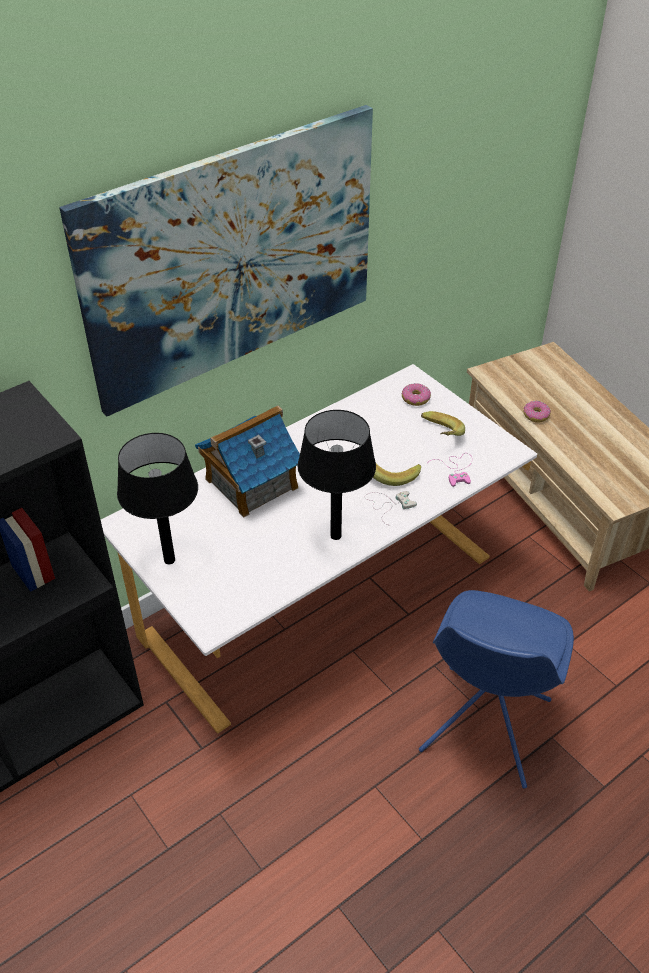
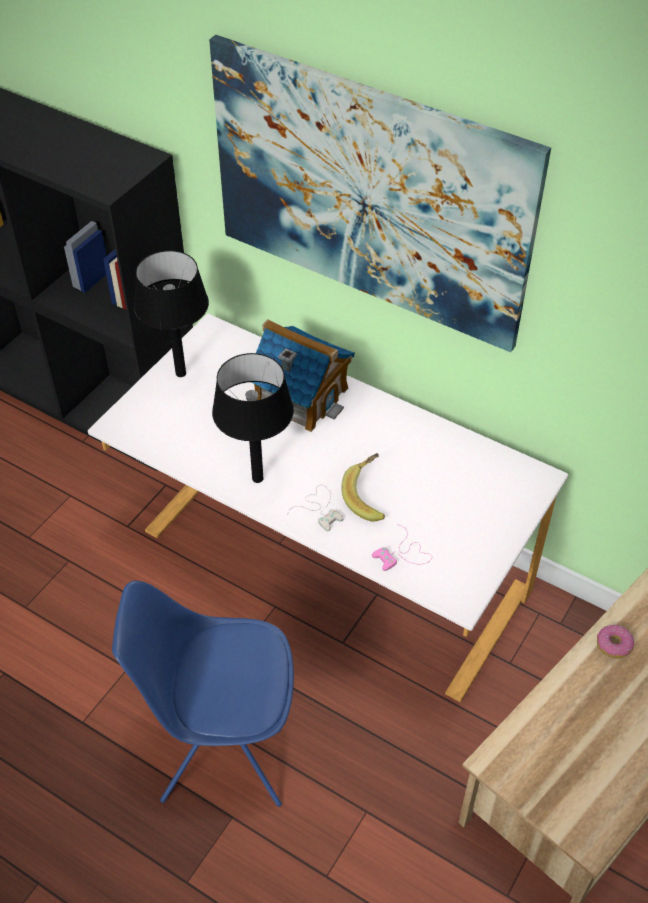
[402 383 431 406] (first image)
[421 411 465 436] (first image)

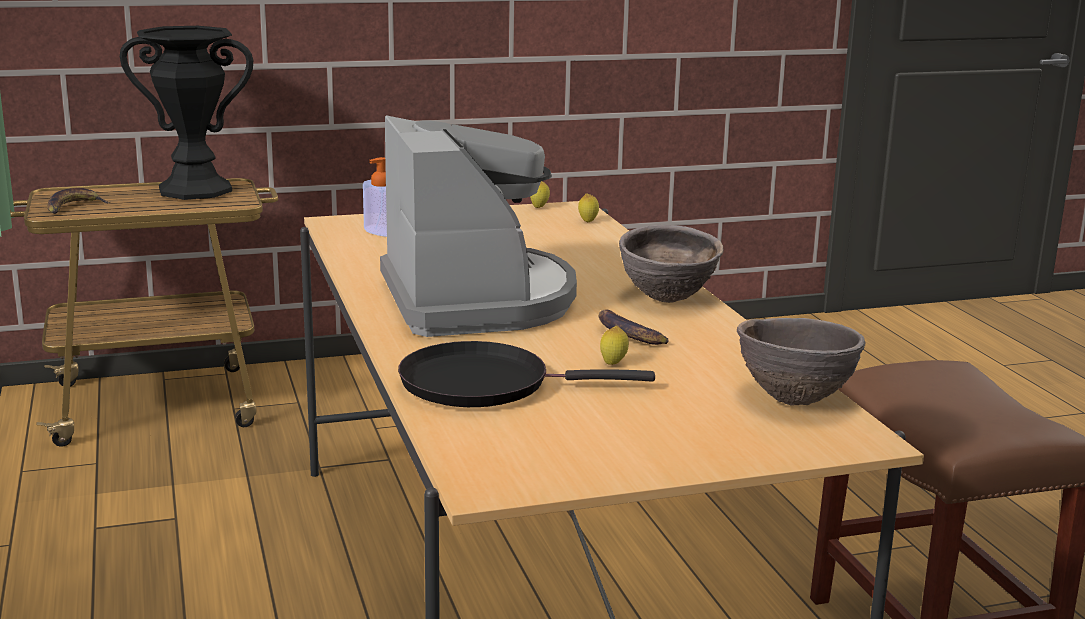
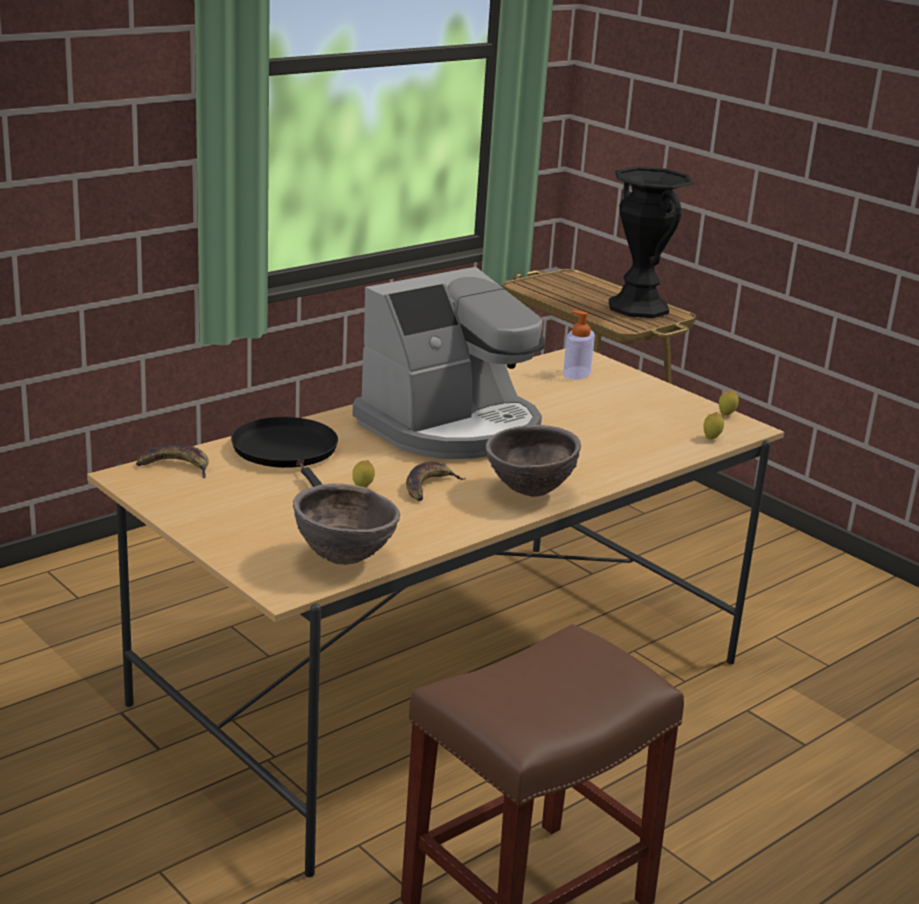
[136 444 209 478]

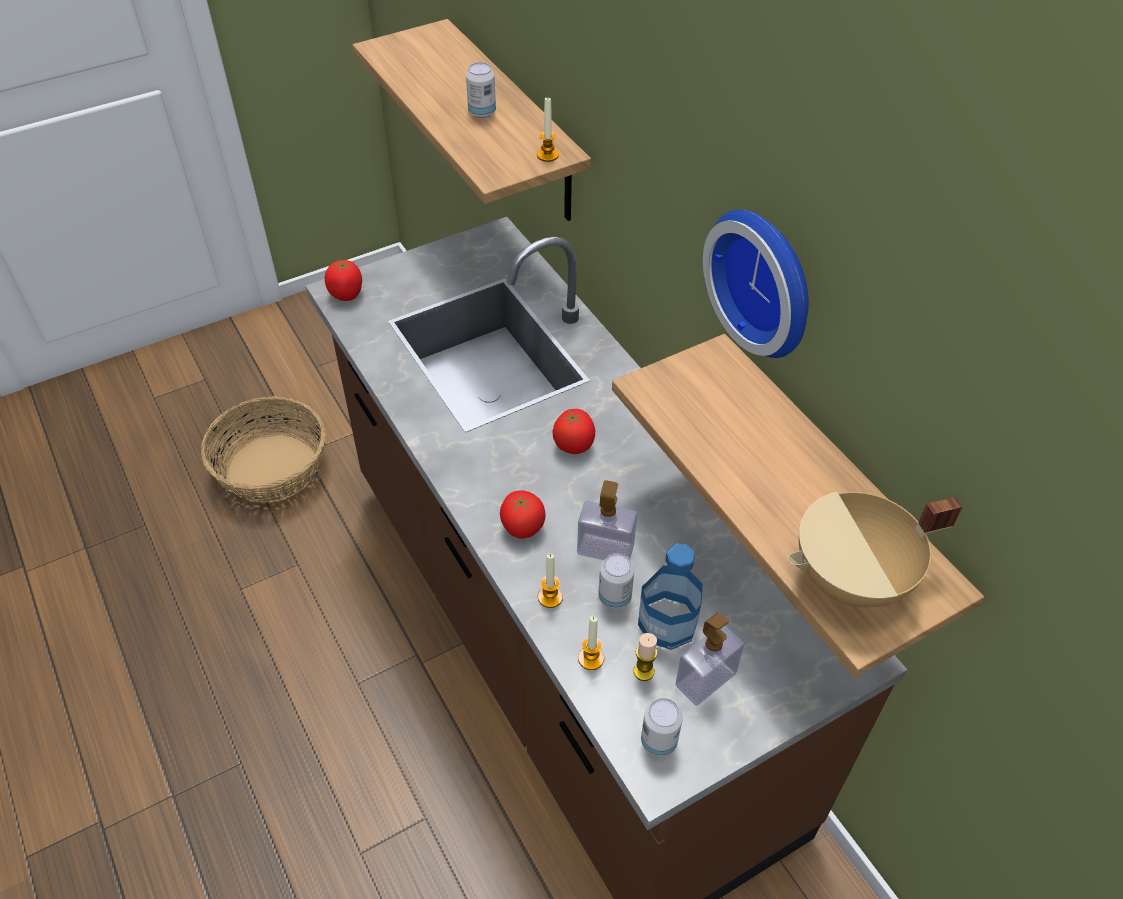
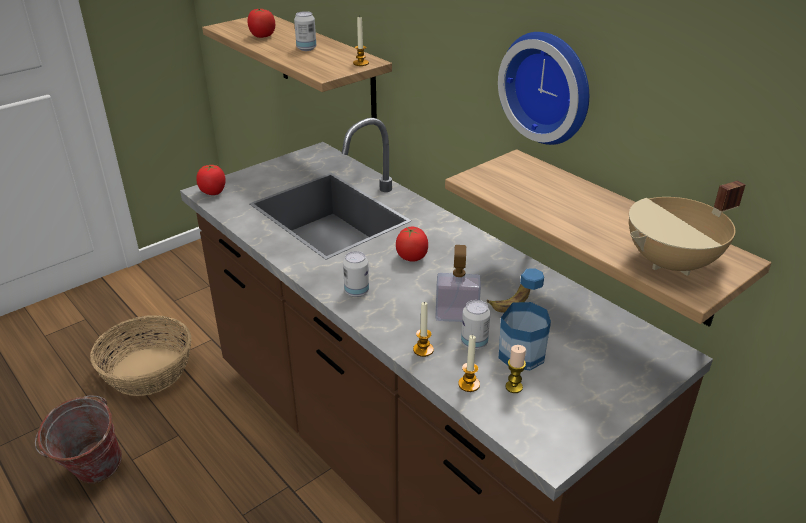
[247 9 275 38]
[676 613 744 706] (first image)
[343 251 369 297]
[487 284 530 313]
[35 395 122 484]

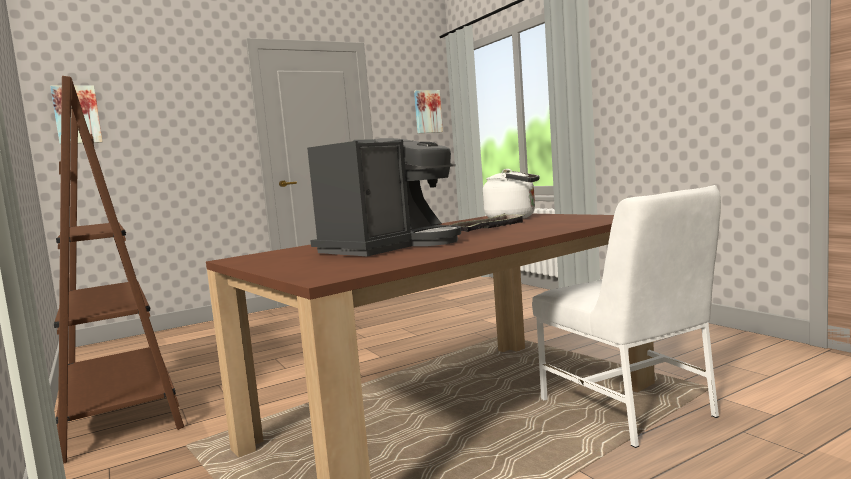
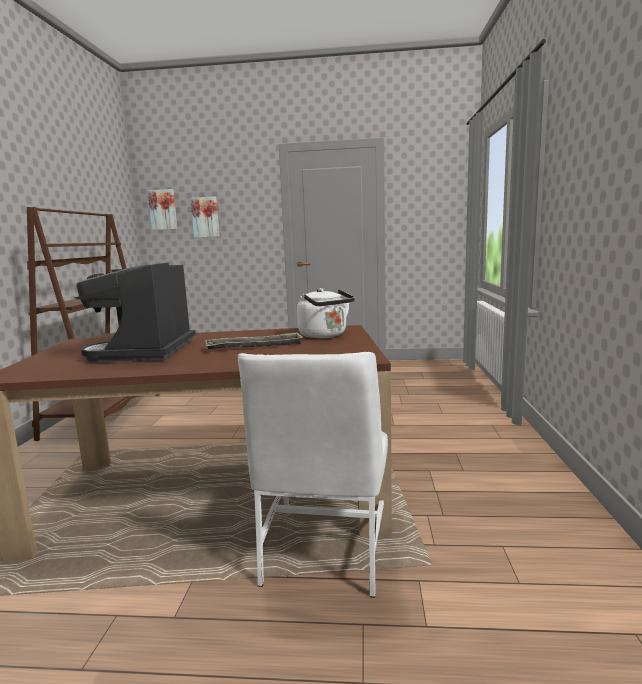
[190 197 220 238]
[74 262 196 362]

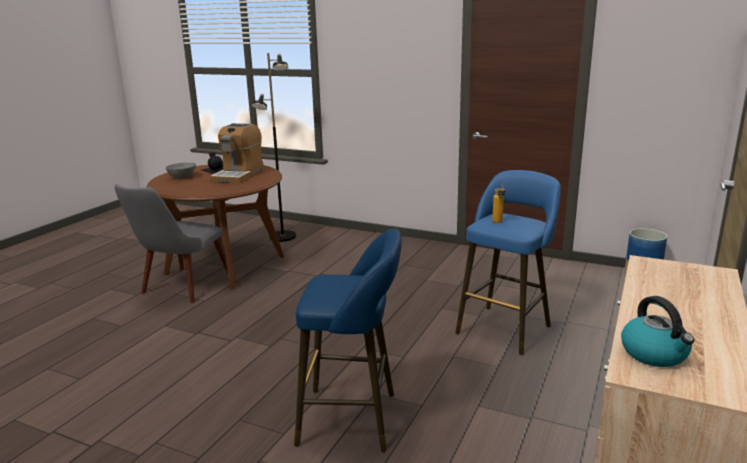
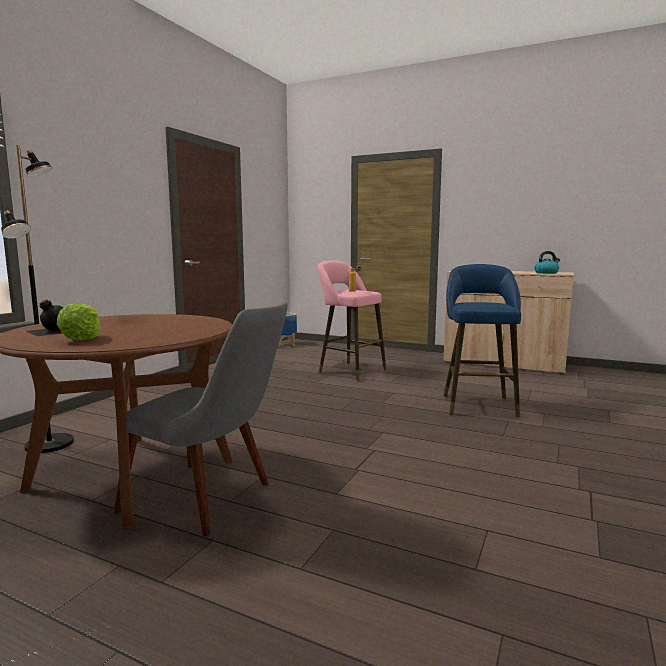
[210 123 264 184] (first image)
[57 303 101 340]
[318 260 387 381]

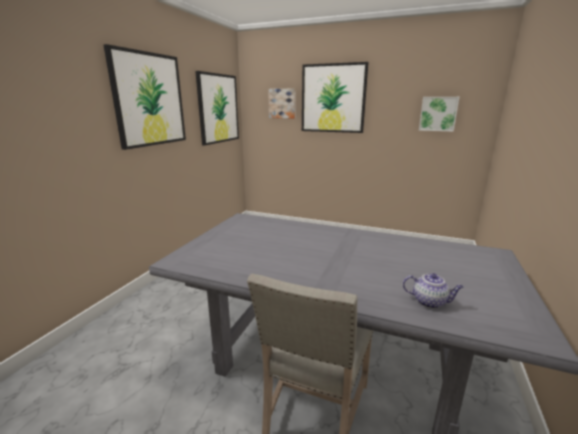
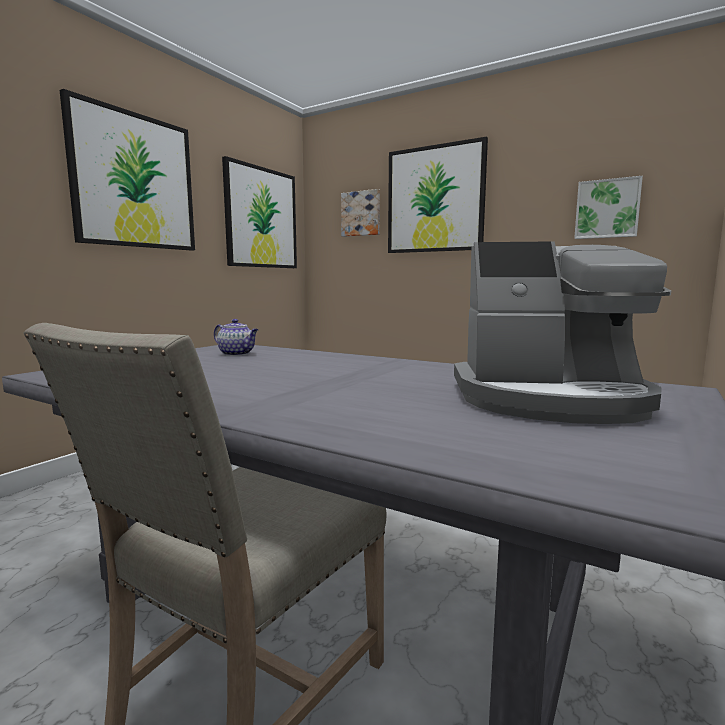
[214 319 258 356]
[454 241 672 424]

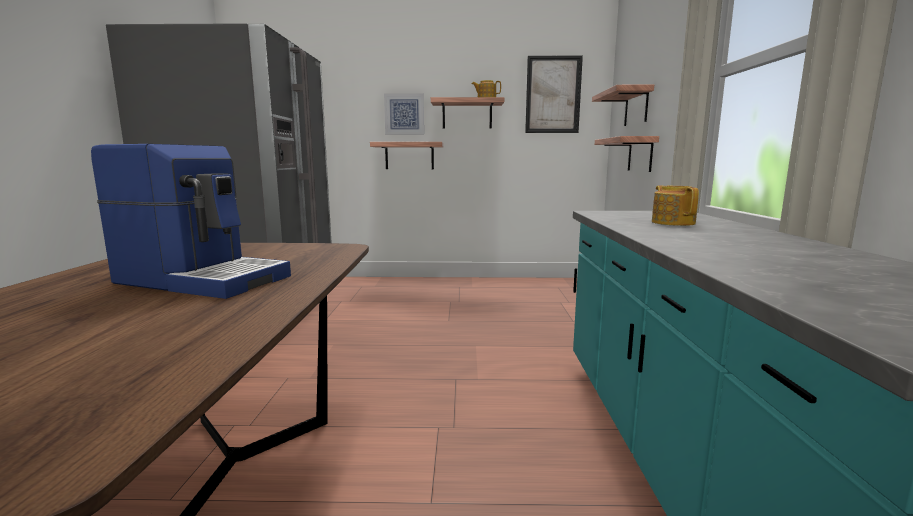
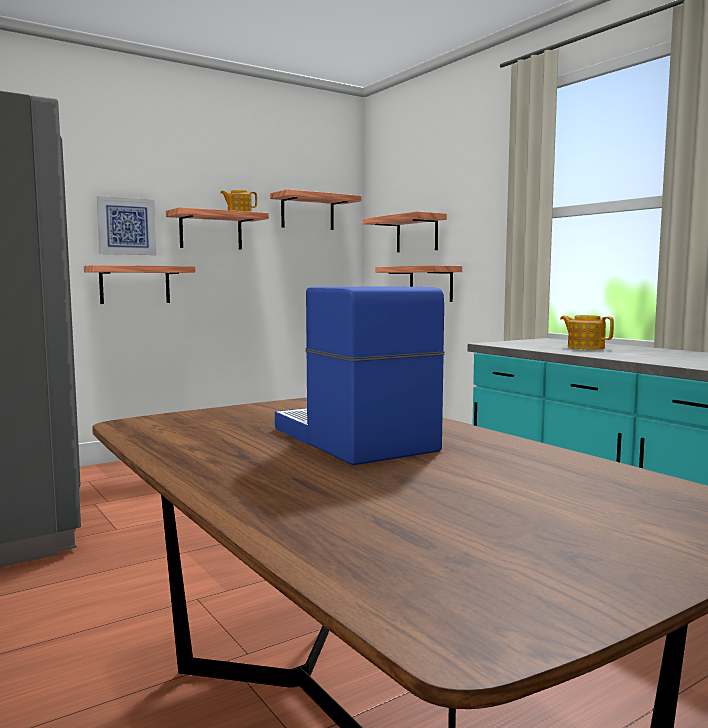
[270 189 362 230]
[275 286 445 465]

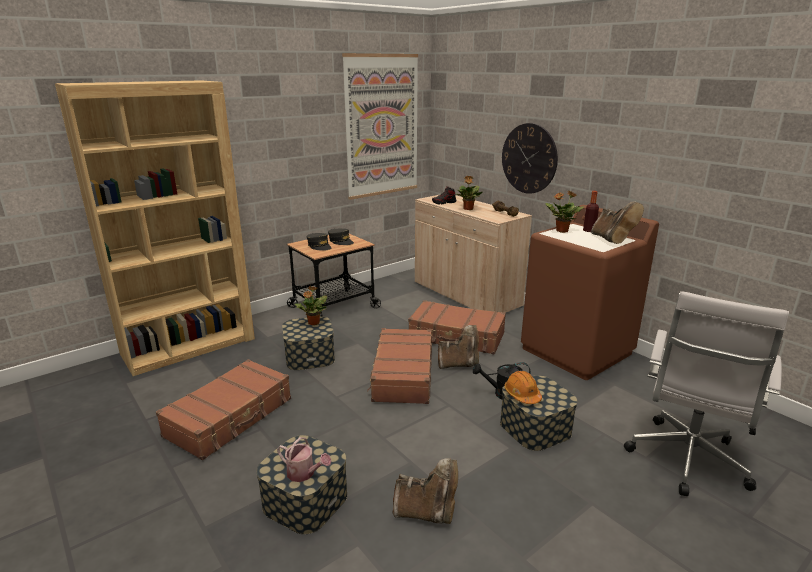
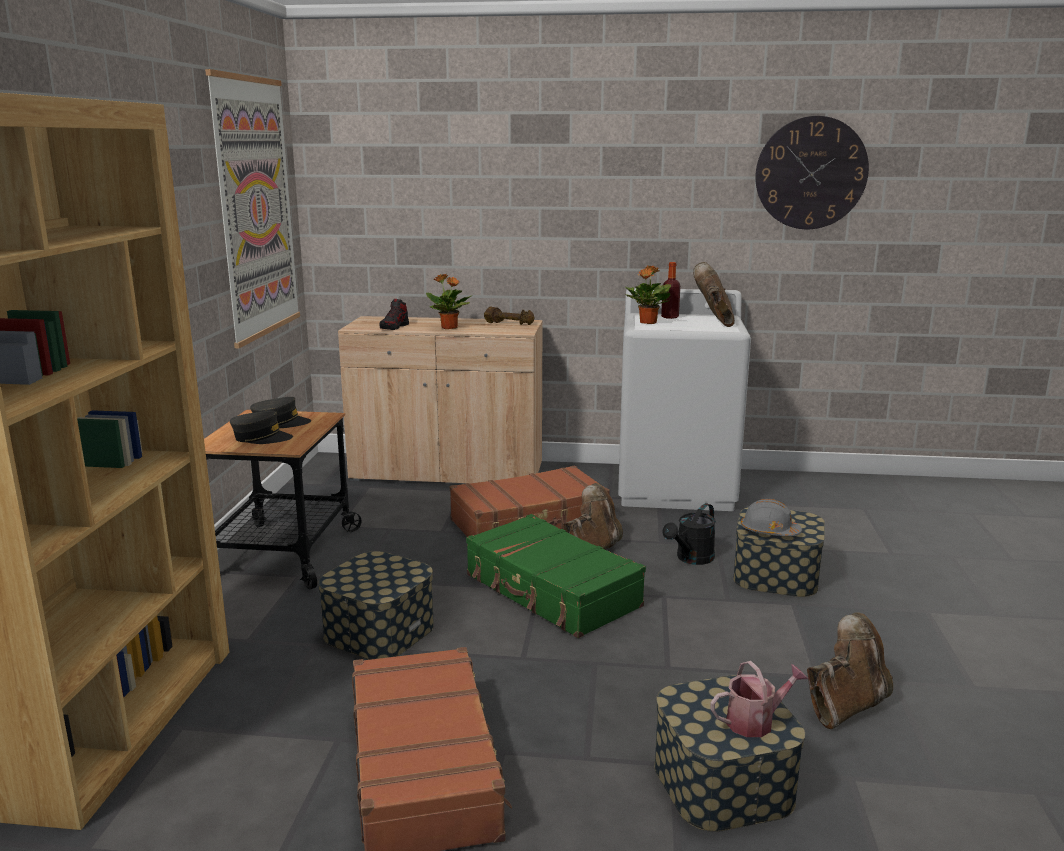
[755 116 869 229]
[693 262 735 327]
[618 288 751 511]
[295 286 327 325] (first image)
[624 291 789 496] (first image)
[466 514 646 638]
[741 499 802 536]

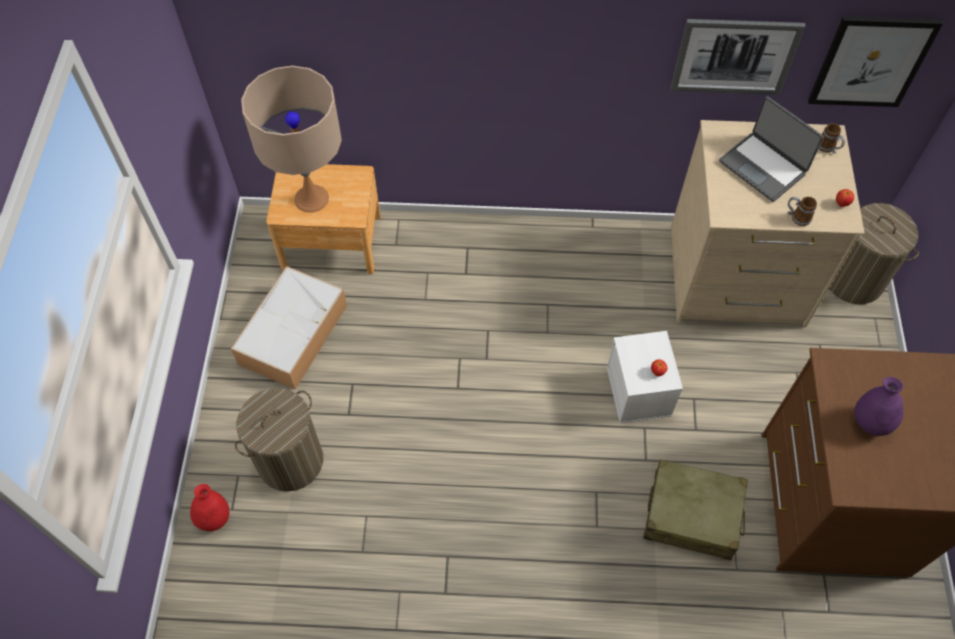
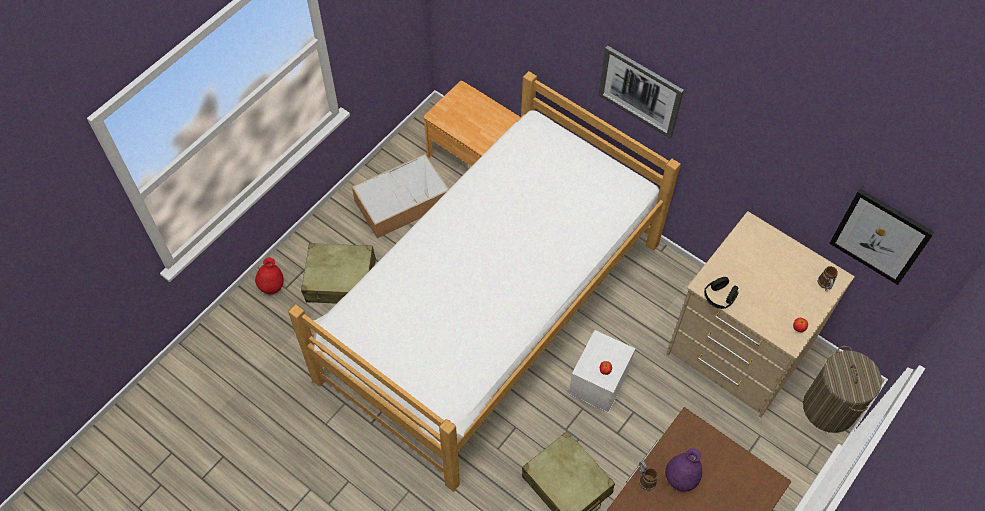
[598 45 684 138]
[241 66 342 213] (first image)
[719 96 824 202] (first image)
[639 461 658 490]
[301 243 376 304]
[288 71 681 492]
[704 277 739 309]

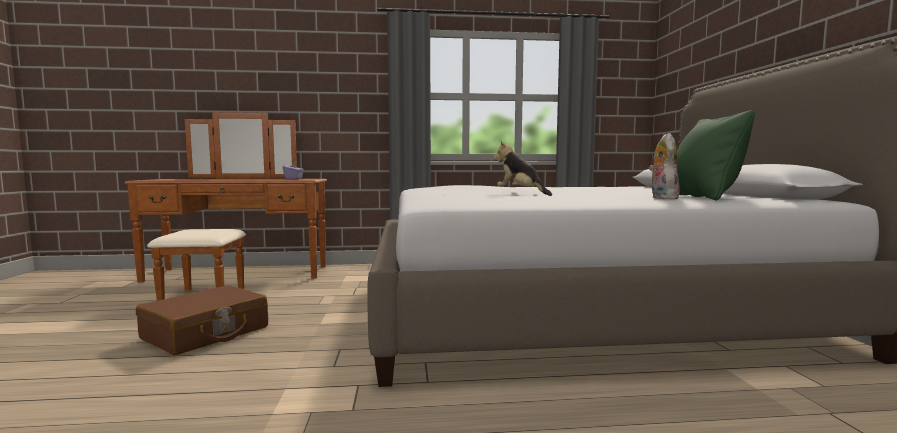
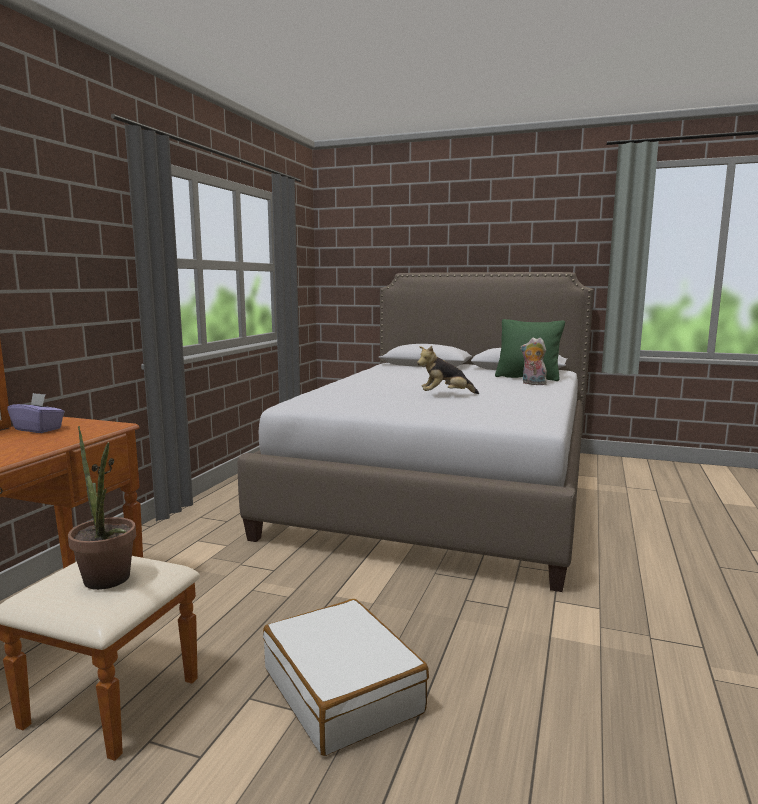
[263 599 429 756]
[68 426 136 590]

